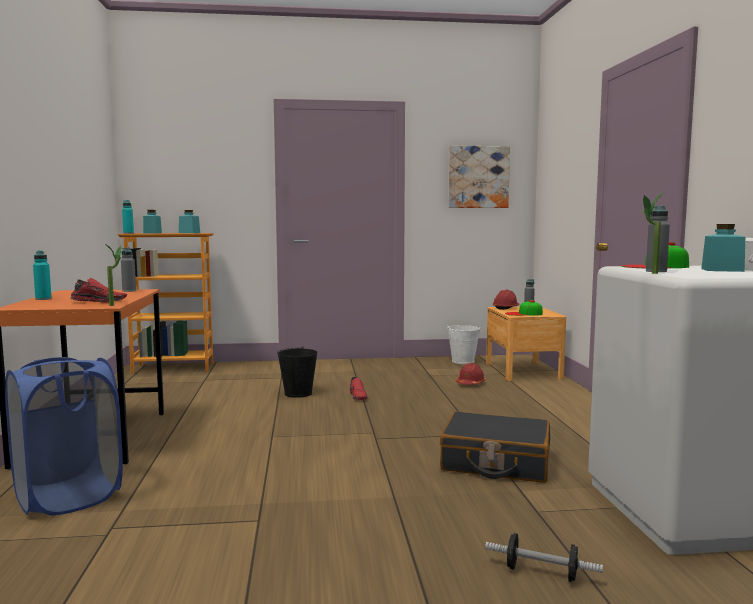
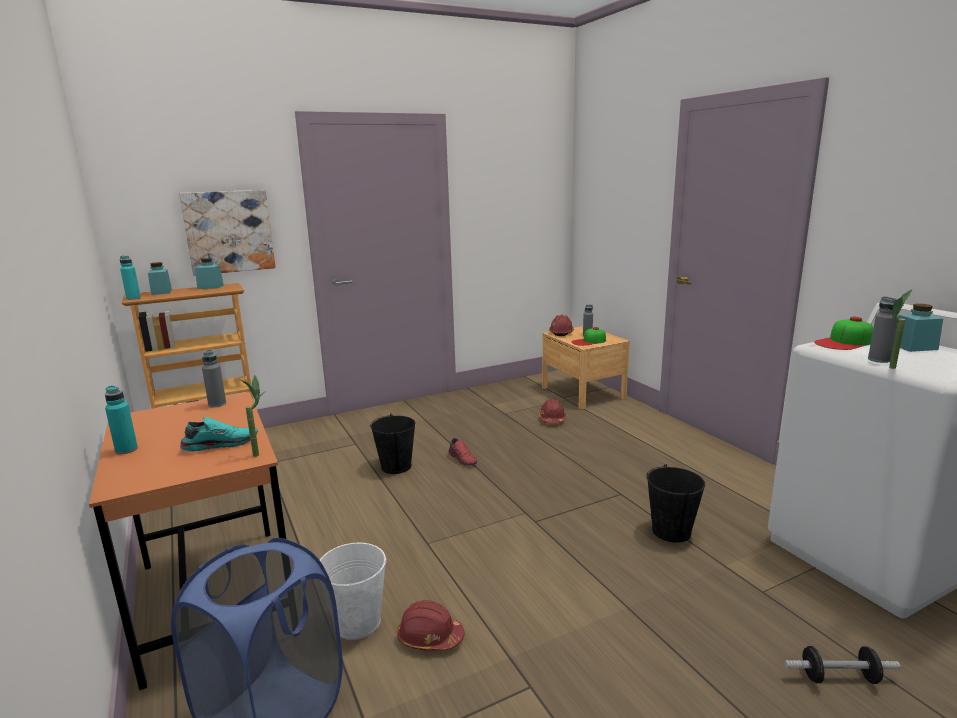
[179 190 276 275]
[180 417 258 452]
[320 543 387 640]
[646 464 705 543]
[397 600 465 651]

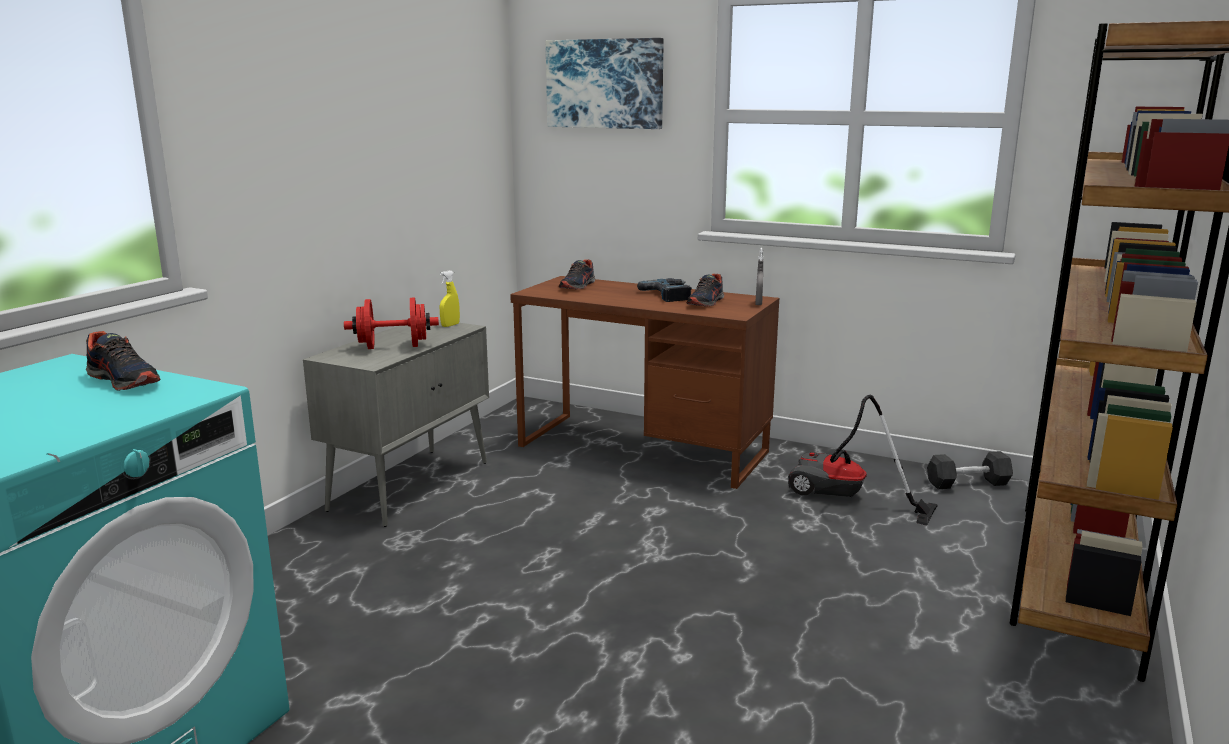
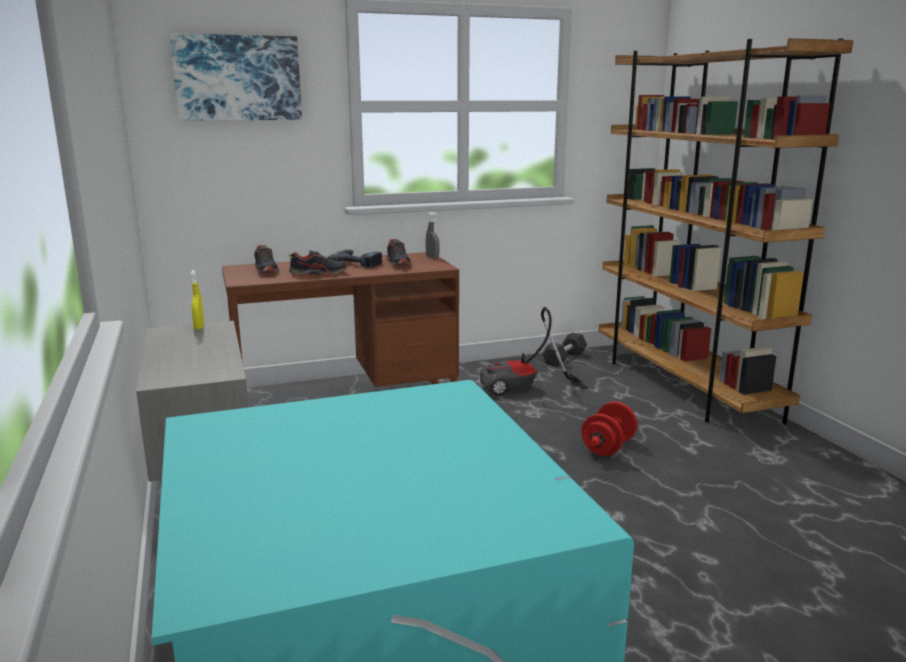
[581 402 638 456]
[289 250 348 276]

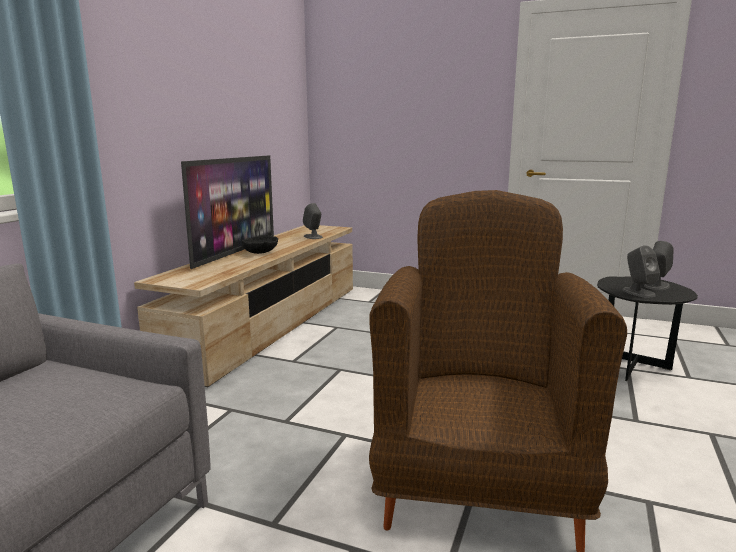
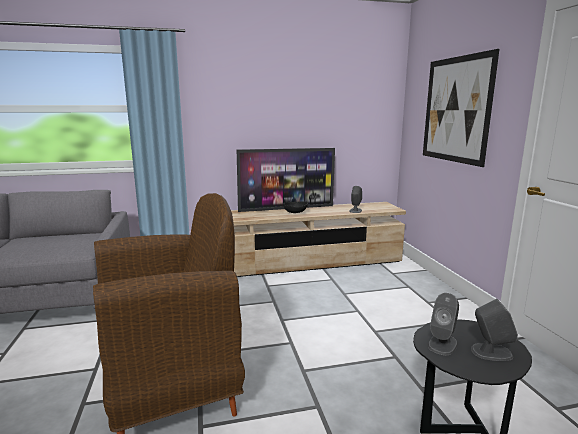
[423 49 500 167]

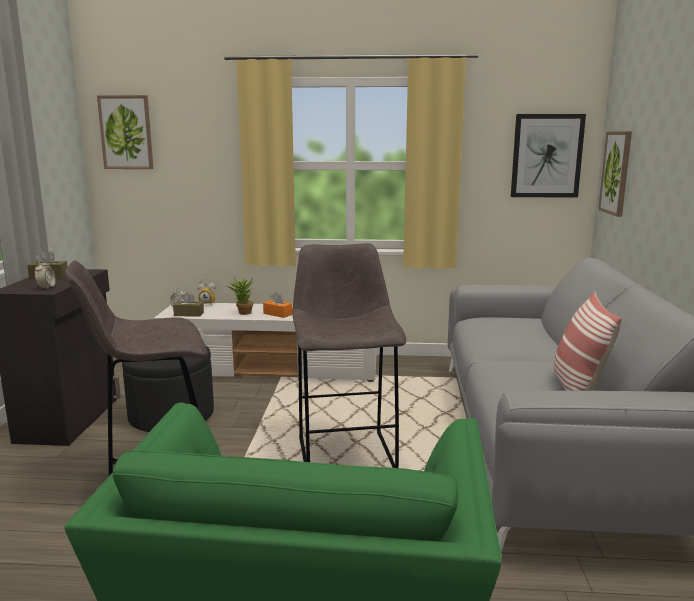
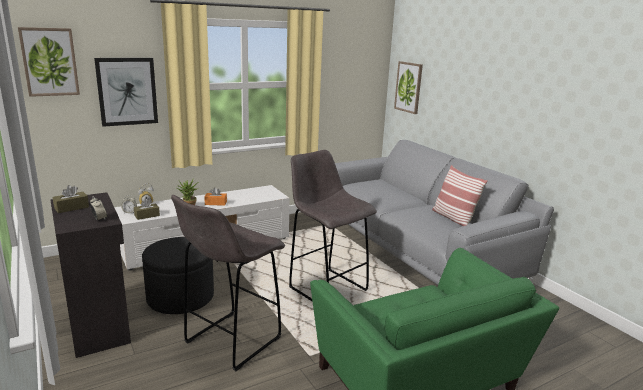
[94 58 158 127]

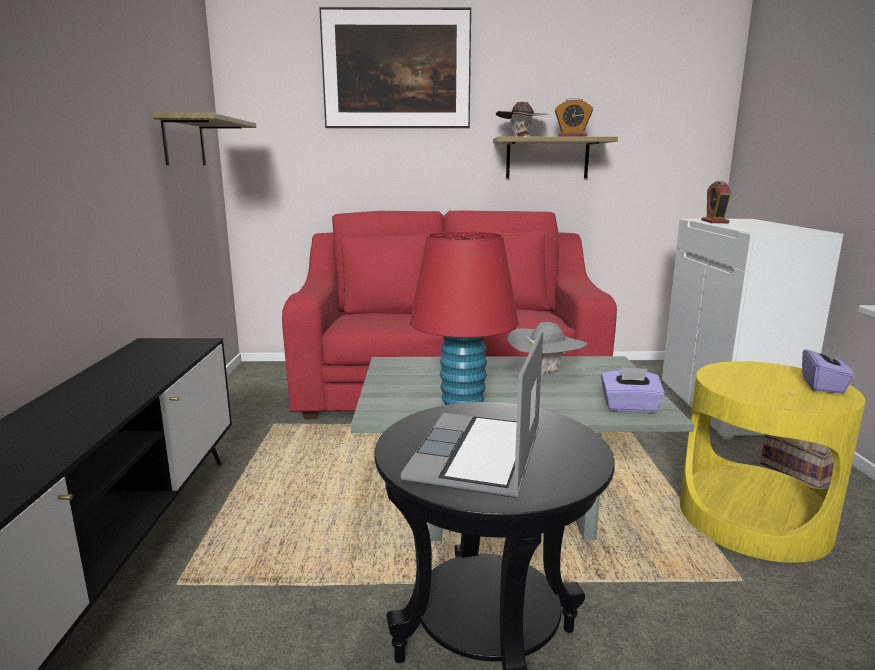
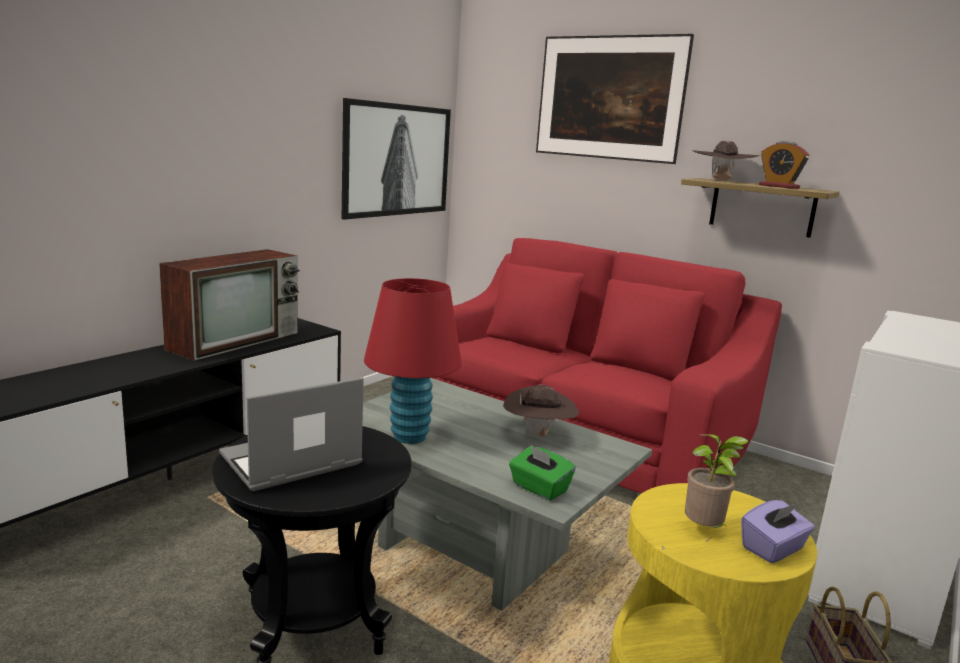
[342 98 451 220]
[701 181 731 223] (first image)
[503 385 579 437]
[509 444 576 500]
[159 249 300 361]
[685 434 749 529]

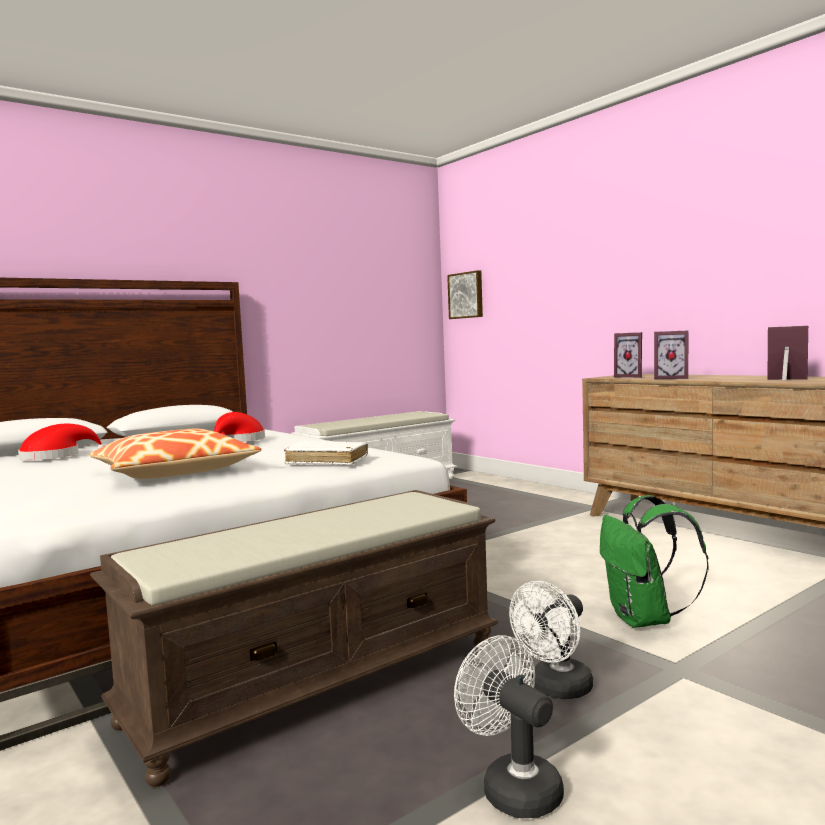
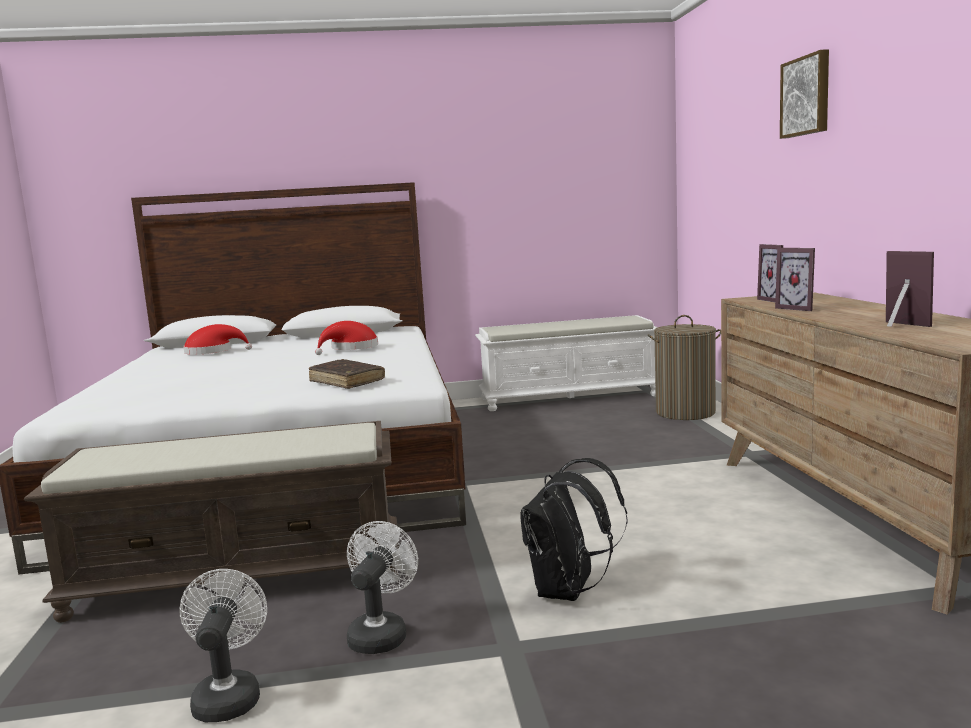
[780 49 829 139]
[89 429 261 479] (first image)
[309 359 385 389]
[520 458 628 601]
[347 521 418 654]
[648 315 721 420]

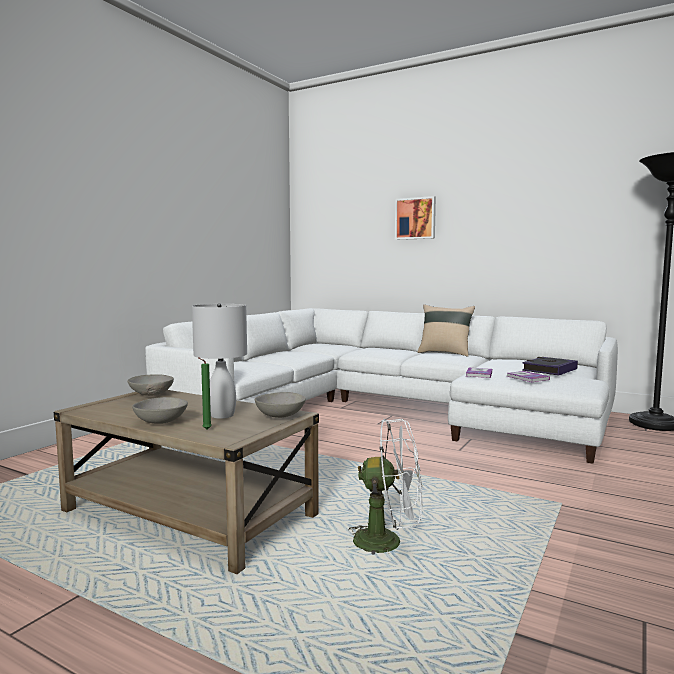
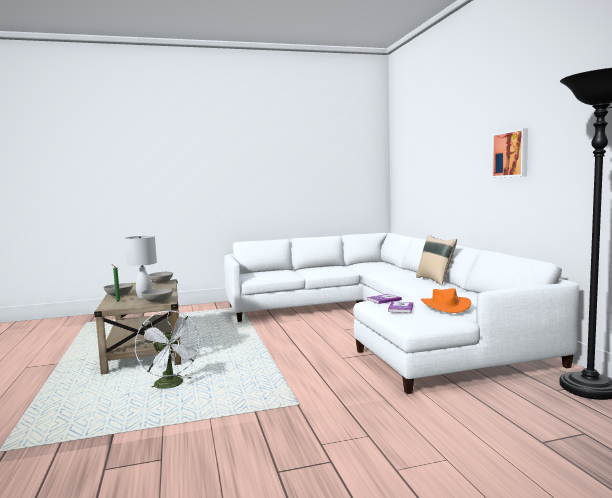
[492 128 528 178]
[421 288 471 313]

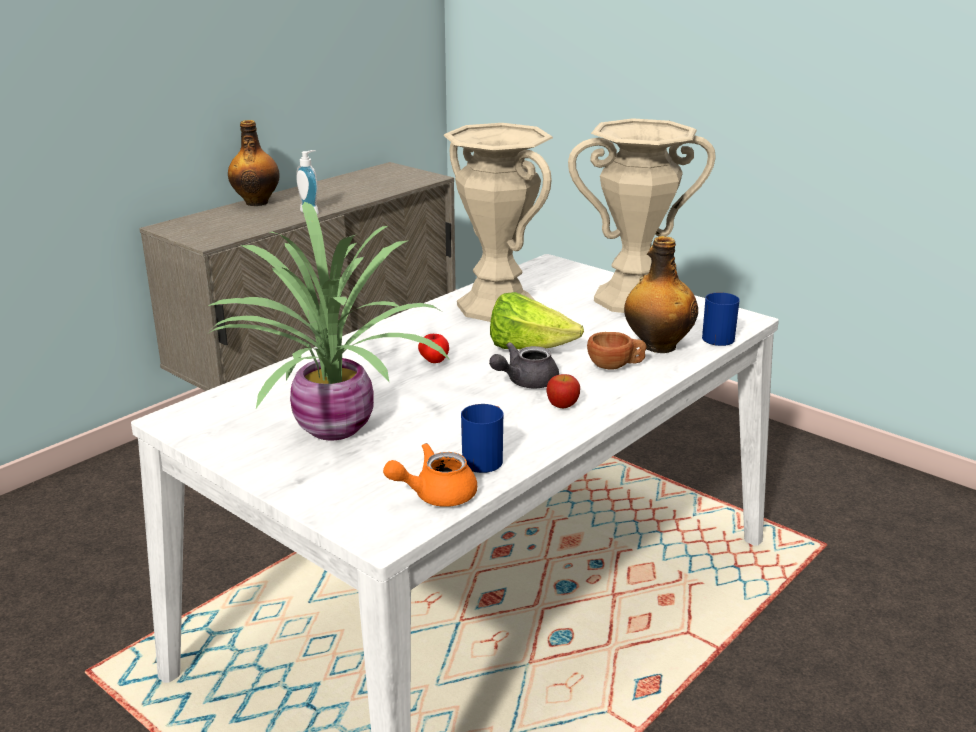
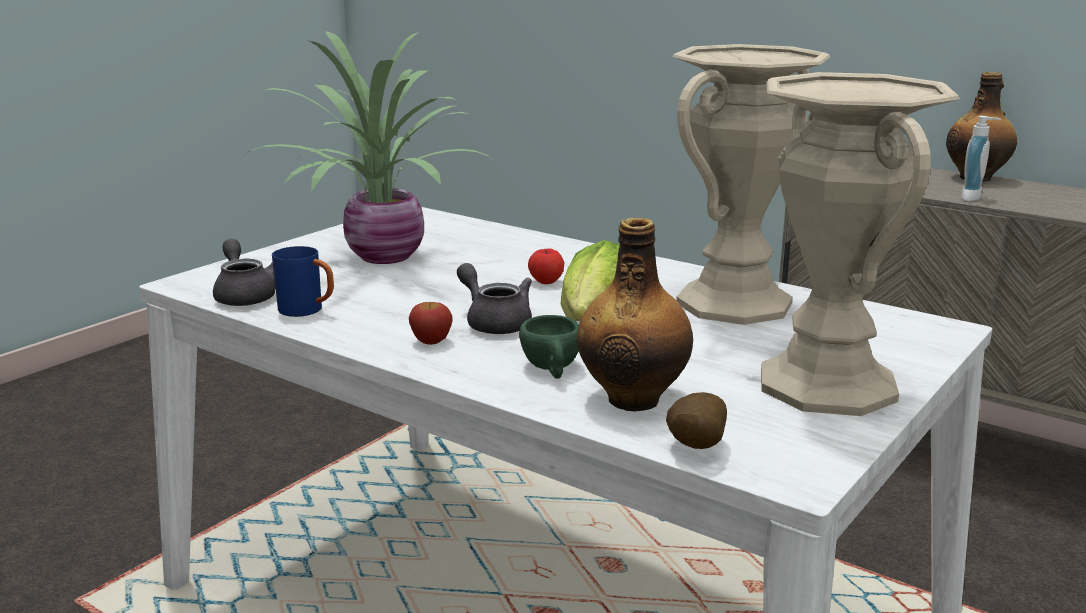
[666 392 727 449]
[519 315 579 379]
[213 239 275 306]

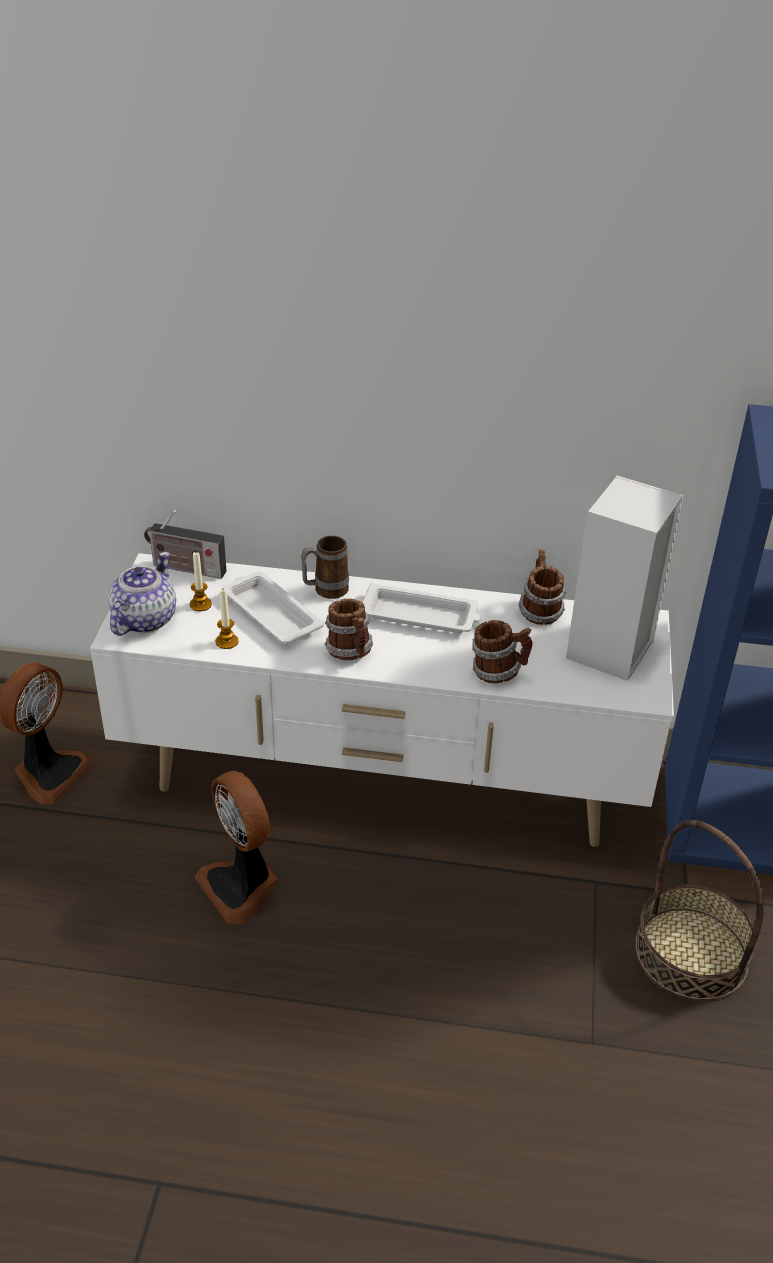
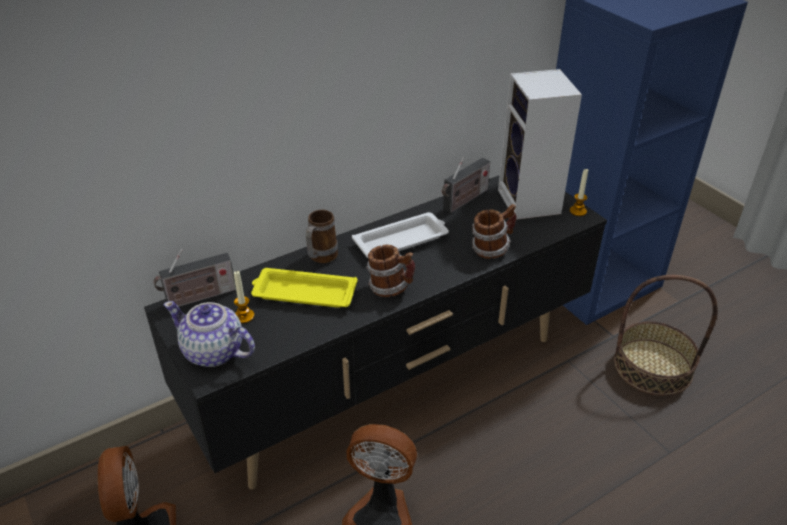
[442 157 490 213]
[164 301 255 367]
[144 175 607 489]
[251 268 358 308]
[570 169 588 216]

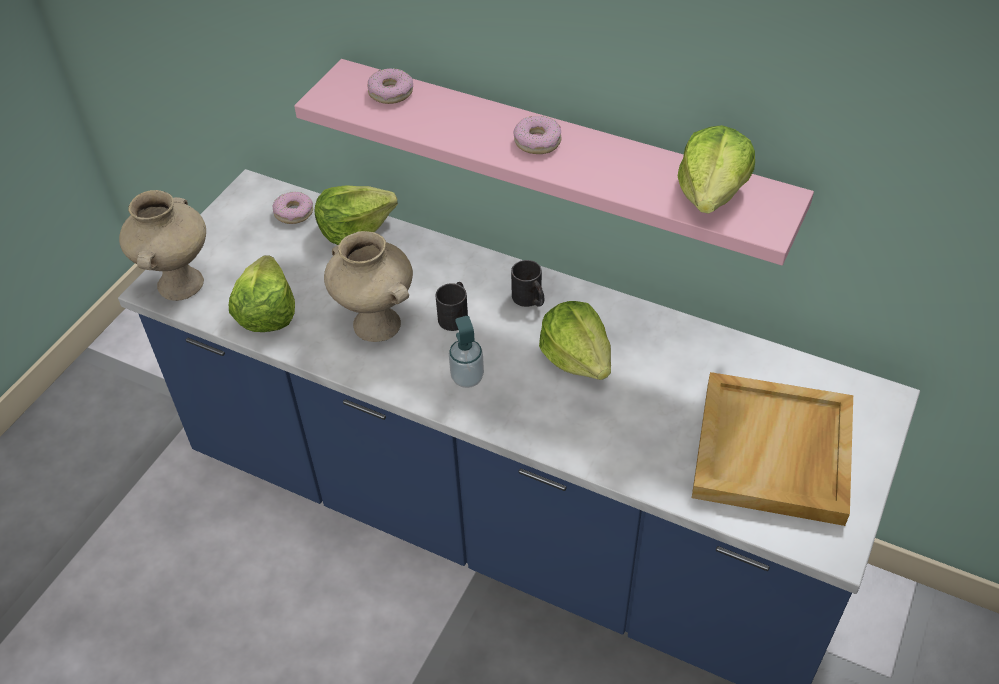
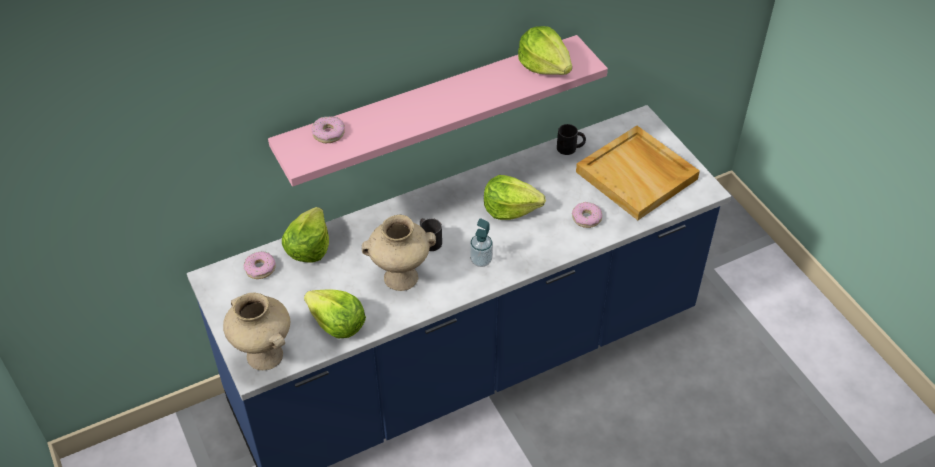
[572 202 602 228]
[557 124 586 155]

